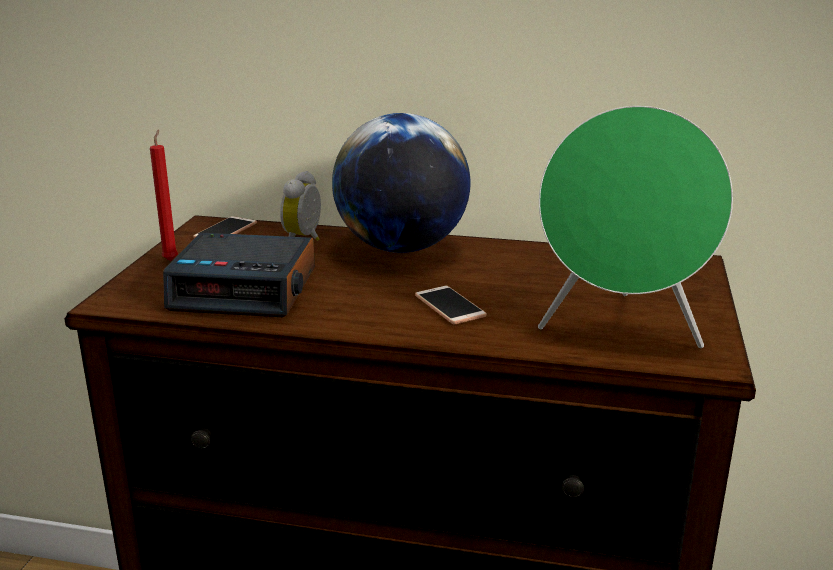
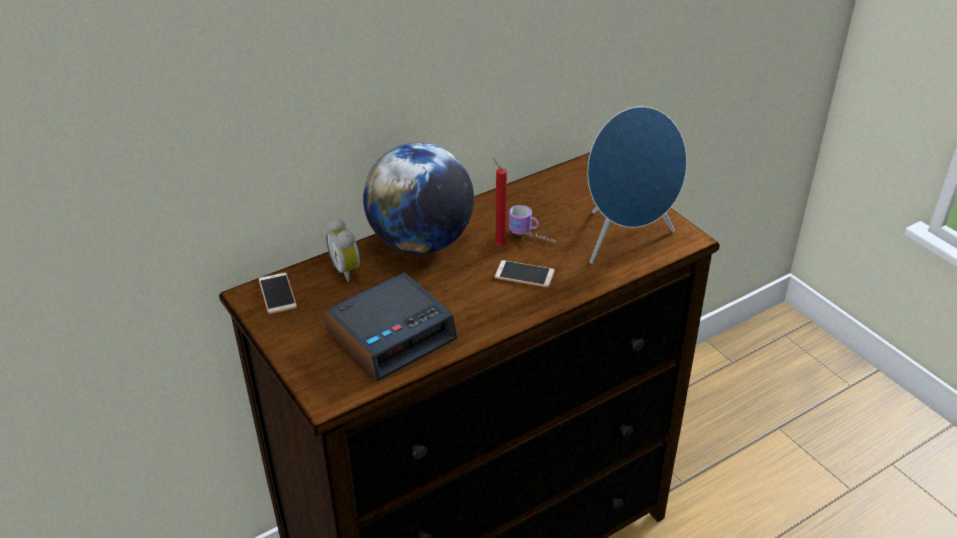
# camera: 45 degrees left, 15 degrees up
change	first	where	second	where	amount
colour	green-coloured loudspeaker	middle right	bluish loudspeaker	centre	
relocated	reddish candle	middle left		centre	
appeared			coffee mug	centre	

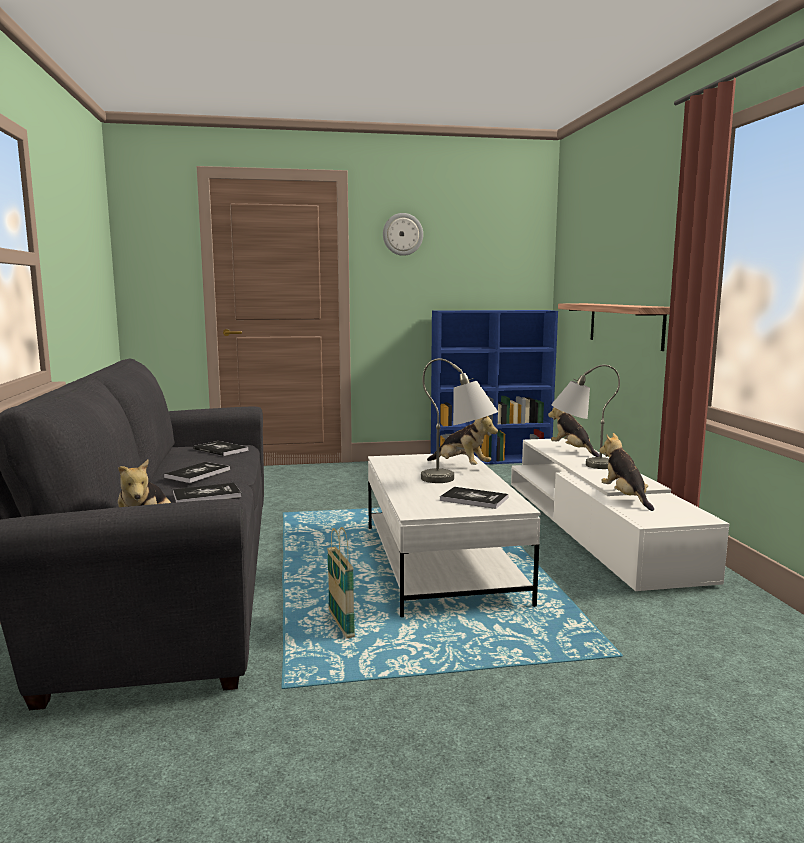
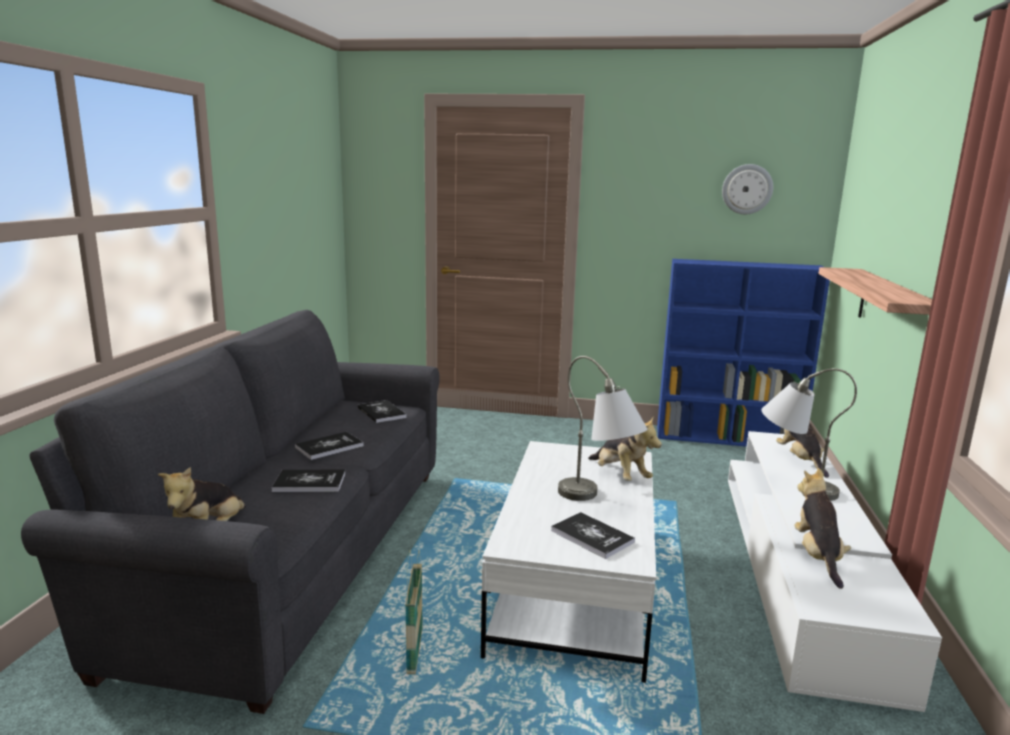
# camera: 20 degrees right, 5 degrees up
change	first	where	second	where	amount
relocated	hanging clock	top centre		top right	

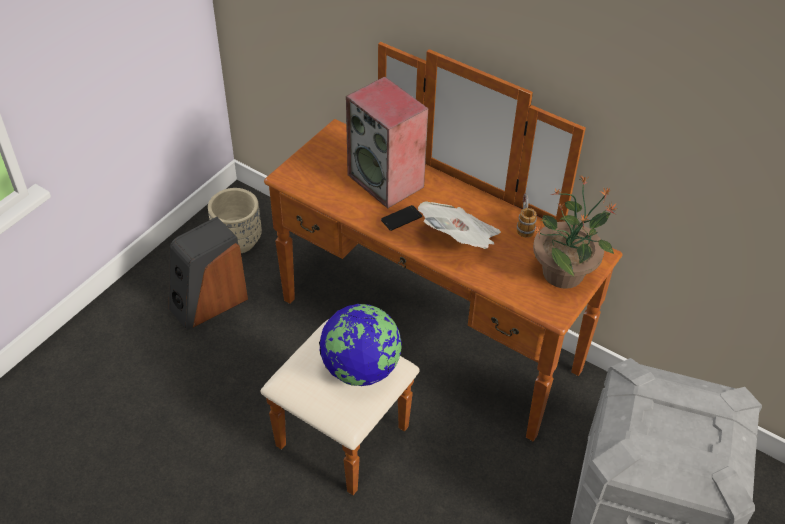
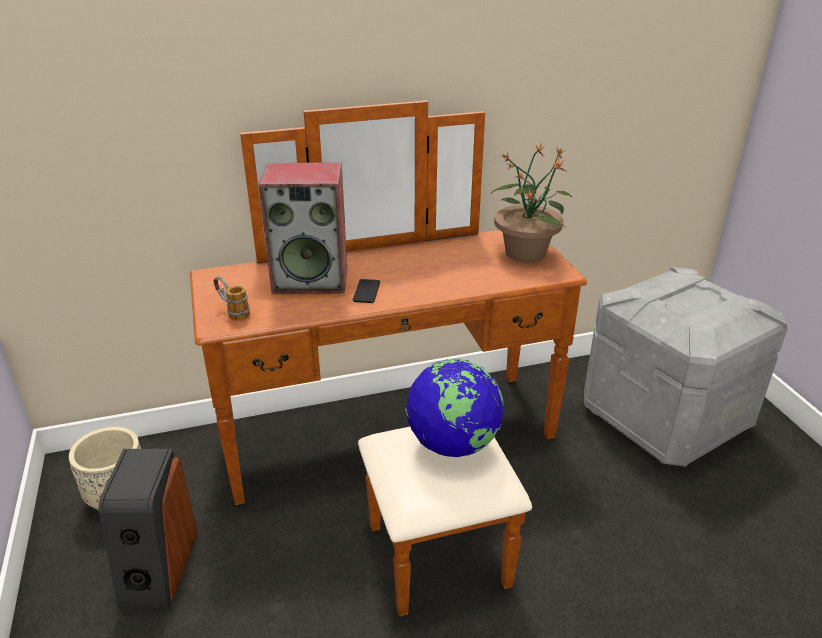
# camera: 50 degrees left, 15 degrees down
change	first	where	second	where	amount
relocated	coffee mug	middle right		middle left	
missing	daily paper	centre			

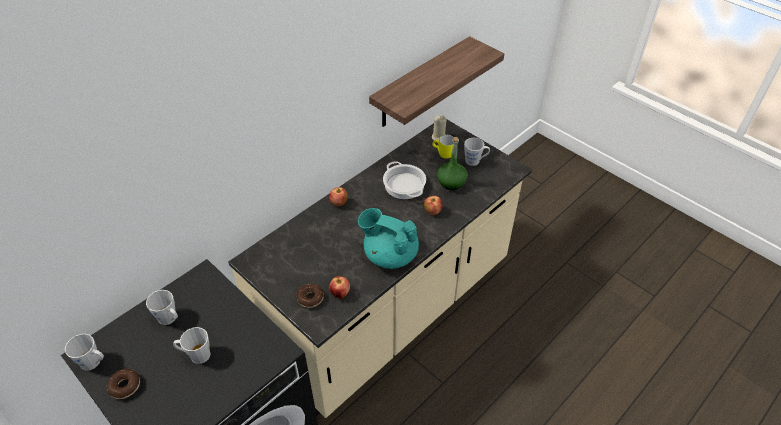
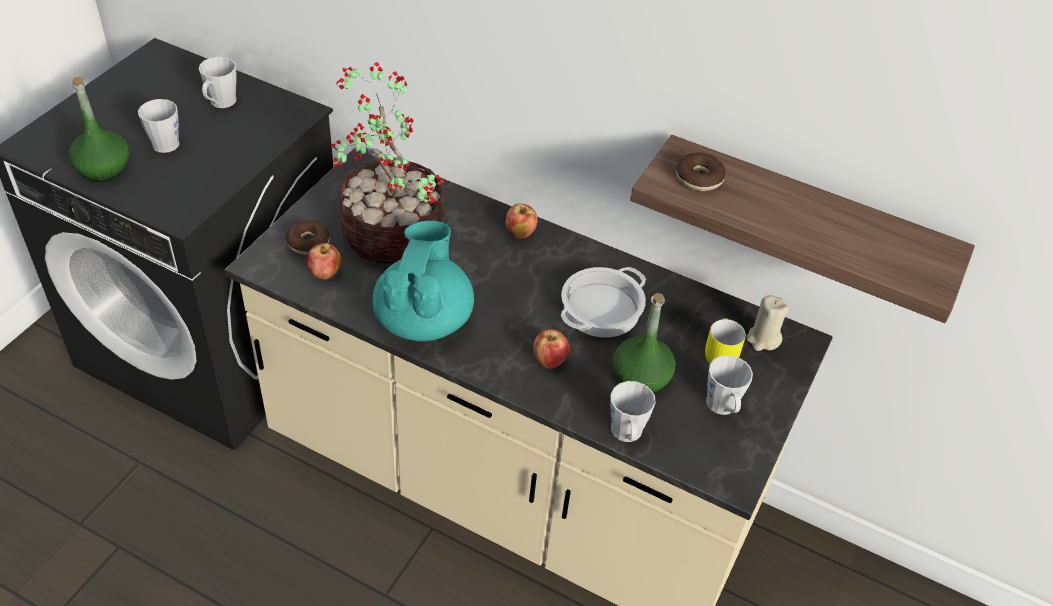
# camera: 70 degrees right, 0 degrees up
change	first	where	second	where	amount
relocated	gray coffee mug (no. 1 from left in the first image)	bottom left	gray coffee mug (no. 3 from left)	bottom centre	
relocated	donut (no. 1 from left in the first image)	bottom left	donut (no. 2 from left)	top centre	
appeared			houseplant	top centre	
appeared			green-coloured bottle (no. 1 from left)	top left	

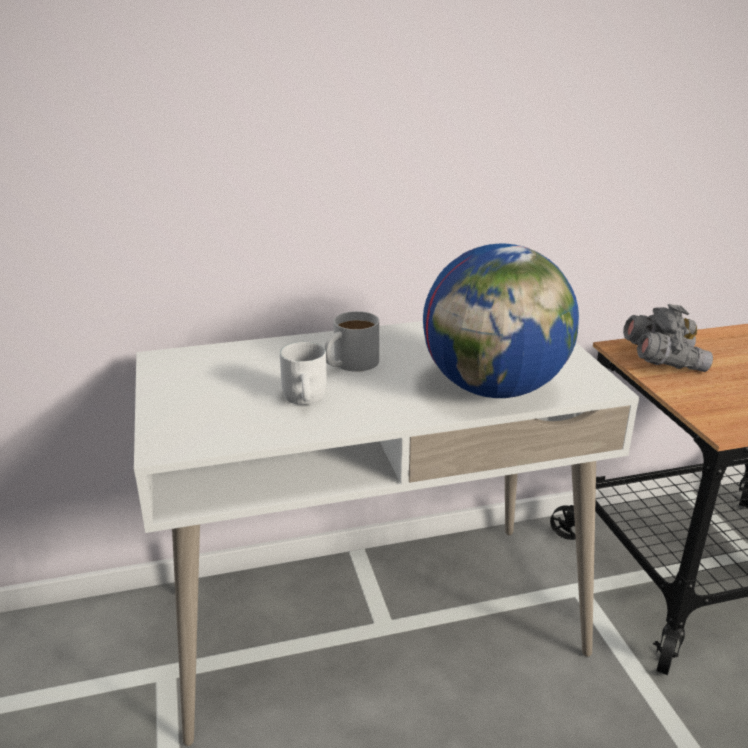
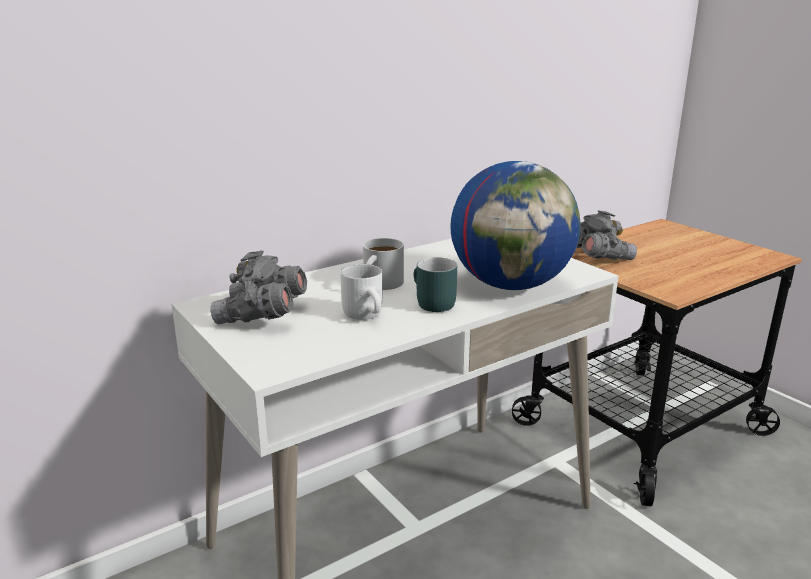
# camera: 20 degrees left, 5 degrees down
change	first	where	second	where	amount
appeared			gray field glasses (no. 1 from left)	middle left	
appeared			blue-green coffee mug	centre	

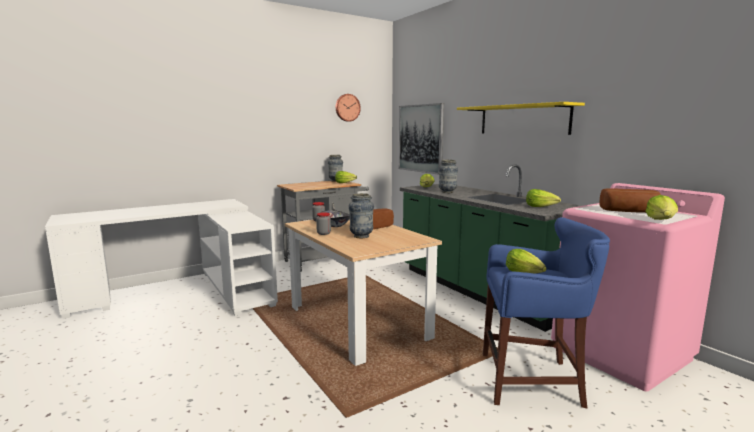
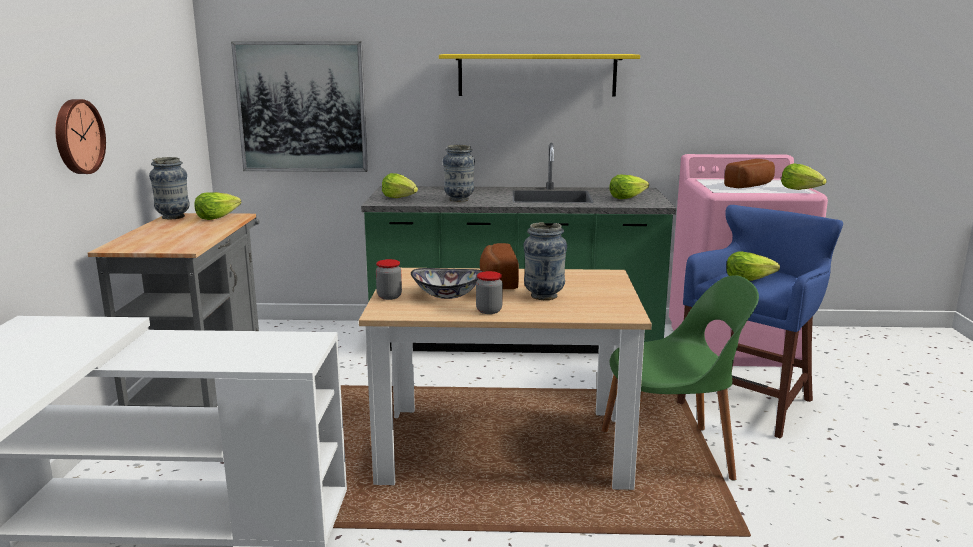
# camera: 55 degrees left, 5 degrees up
change	first	where	second	where	amount
relocated	hanging clock	top centre		top left	
appeared			green-coloured plain chair	bottom right	

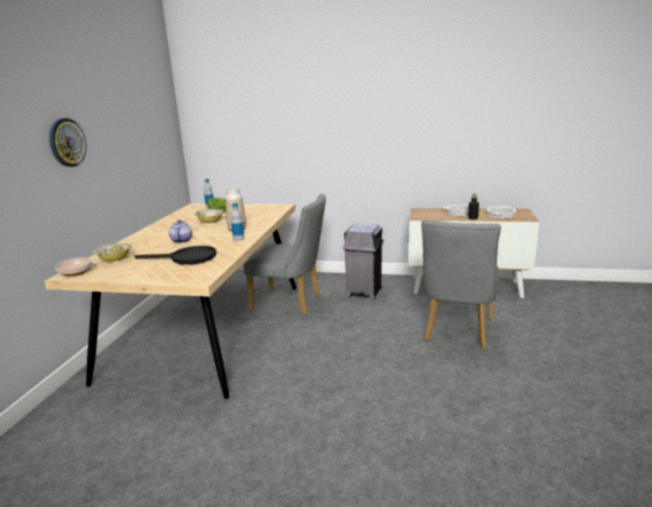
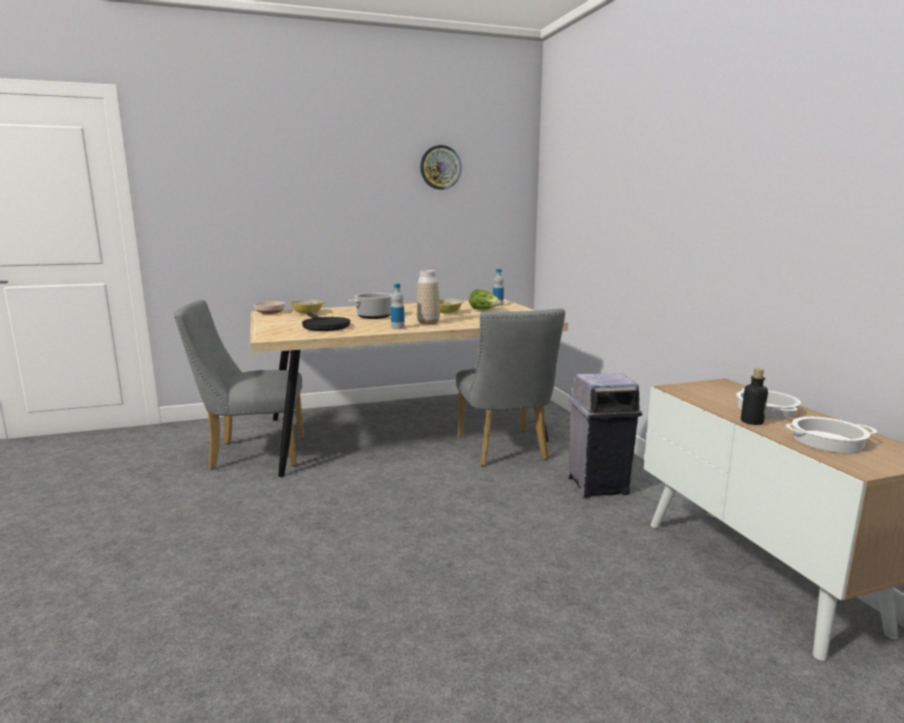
# camera: 60 degrees right, 5 degrees down
change	first	where	second	where	amount
relocated	hanging clock	top left		top centre	
exchanged	teapot	middle left	stockpot (no. 1 from left)	centre	
relocated	gray plain chair (no. 2 from left in the first image)	middle right	gray plain chair (no. 1 from left)	middle left	

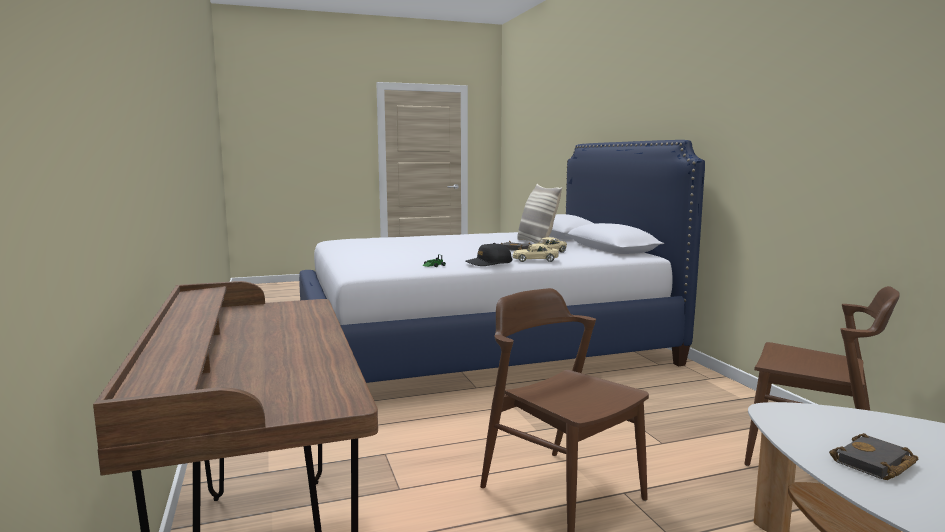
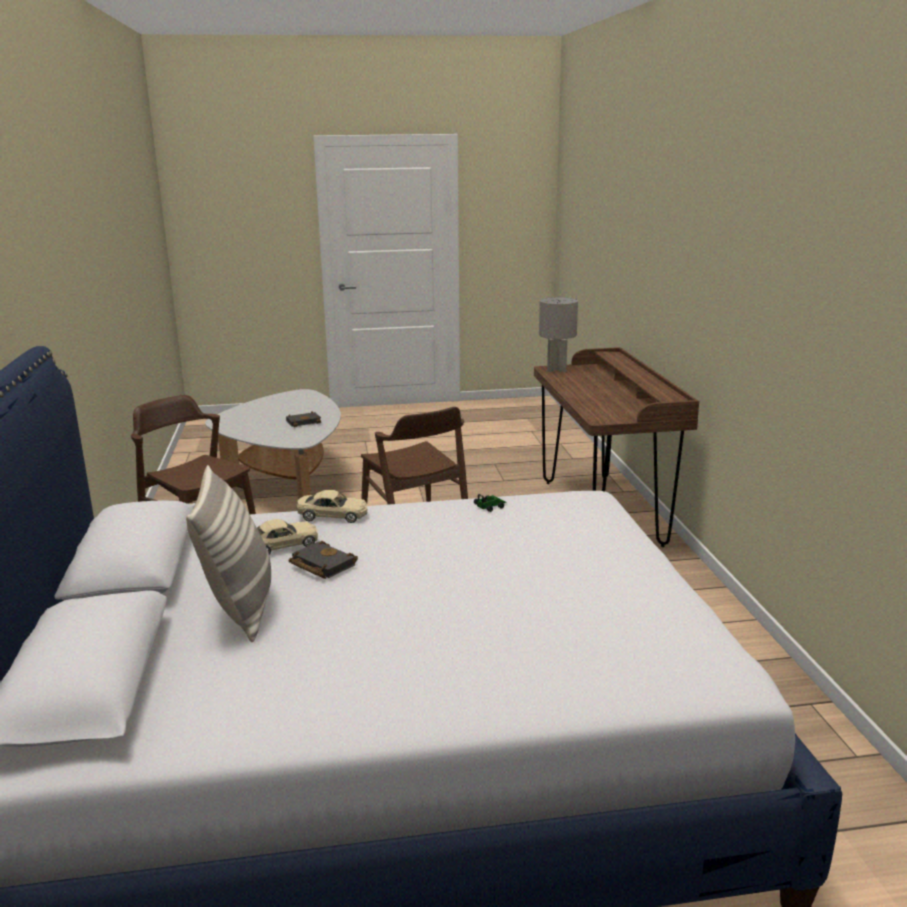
# camera: 170 degrees left, 10 degrees up
change	first	where	second	where	amount
missing	blackish cap	centre			
appeared			gray lamp for a table	centre	

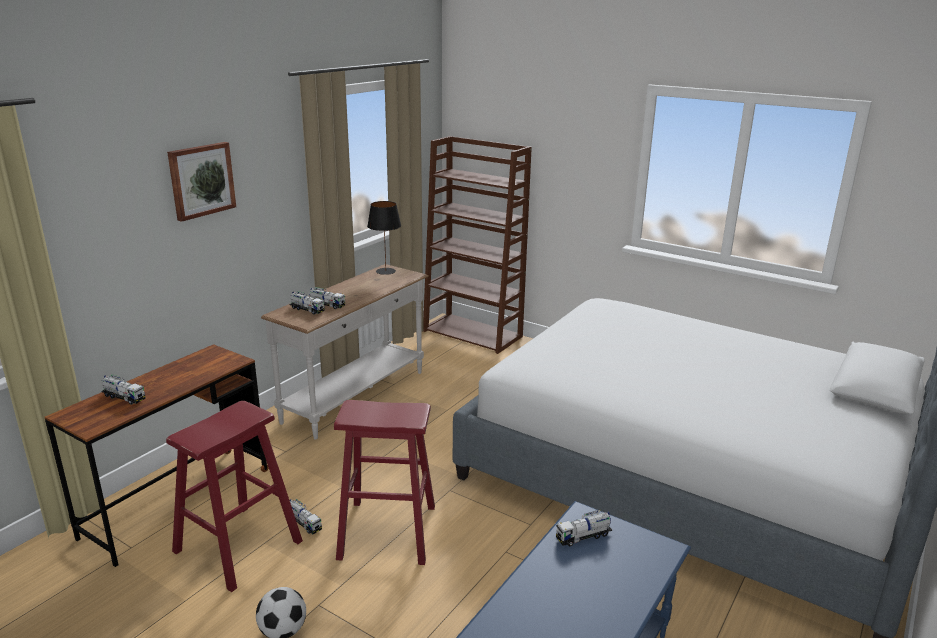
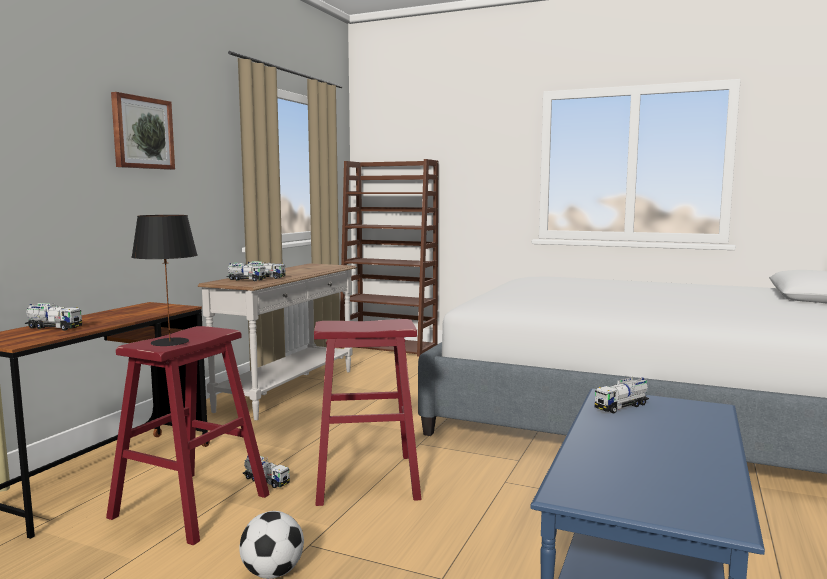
# camera: 10 degrees left, 15 degrees down
change	first	where	second	where	amount
relocated	blackish lamp for a table	centre		middle left	

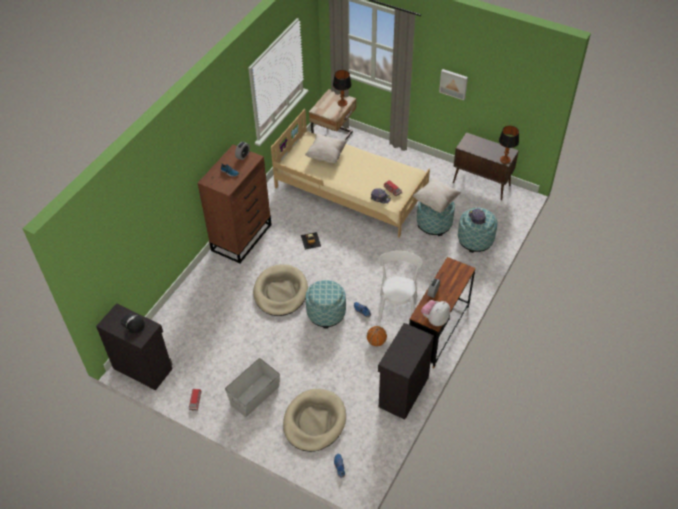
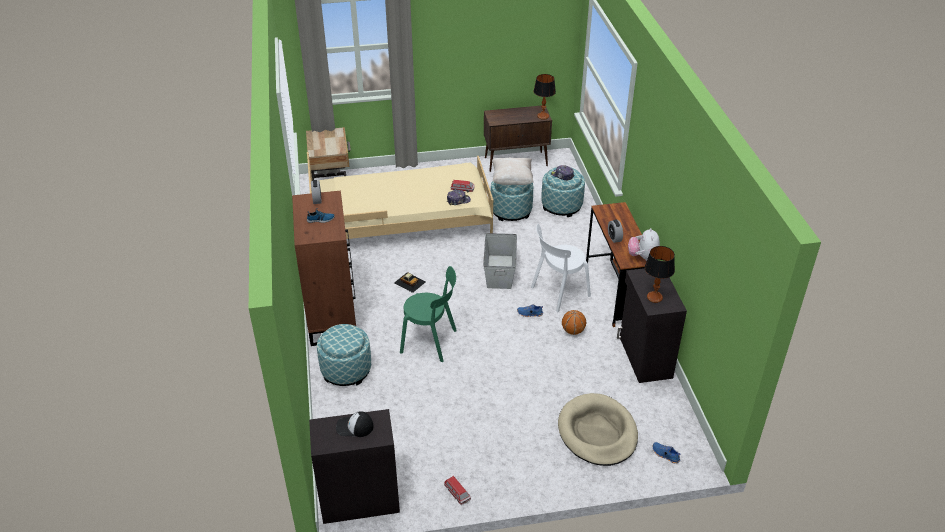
# camera: 40 degrees left, 10 degrees down
change	first	where	second	where	amount
missing	wall art	top right			
relocated	lamp for a table (no. 1 from left in the first image)	top centre	lamp for a table (no. 2 from left)	middle right	
missing	sand-coloured throw pillow (no. 1 from left)	top centre			
spun	white-coloured plain chair	centre		centre	90 degrees counterclockwise
exchanged	sand-coloured pet bed (no. 1 from left)	centre	green-coloured plain chair	centre	
relocated	footrest (no. 1 from left)	centre		bottom centre	
relocated	gray storage container	bottom centre		centre	

